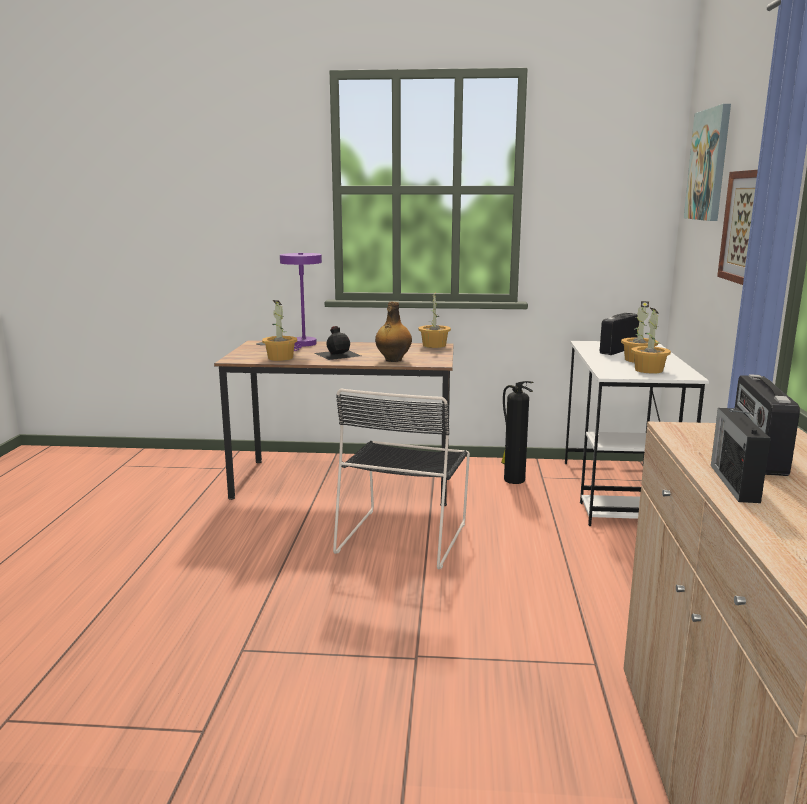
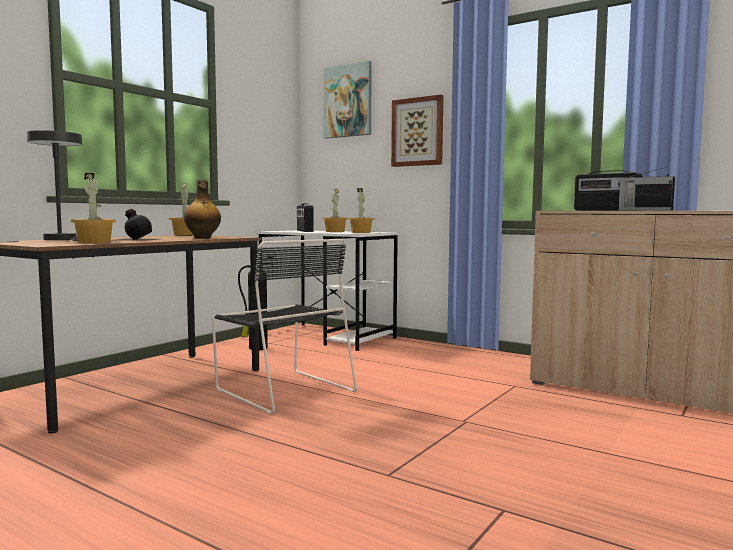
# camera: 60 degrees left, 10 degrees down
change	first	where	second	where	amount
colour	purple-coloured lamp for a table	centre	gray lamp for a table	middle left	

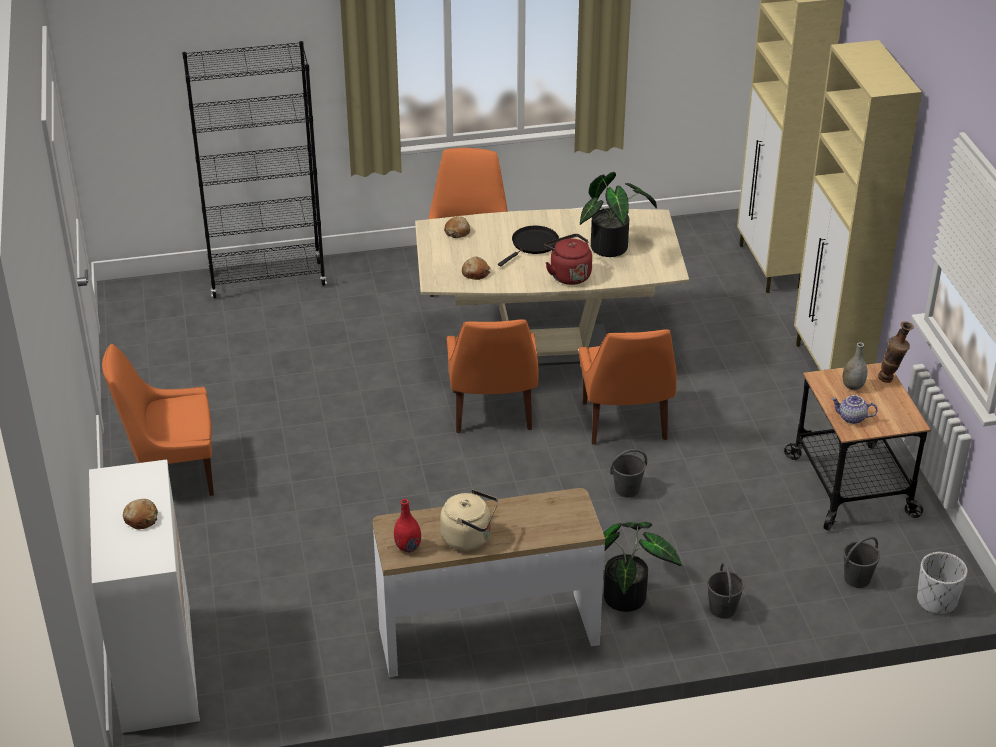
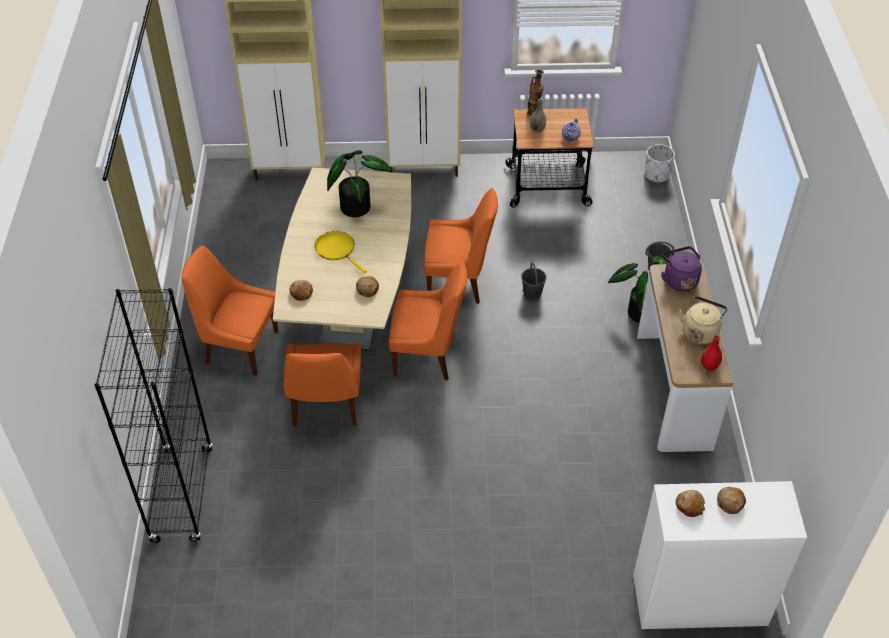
# camera: 80 degrees left, 10 degrees up
change	first	where	second	where	amount
colour	blackish skillet	top centre	yellow skillet	centre	
missing	reddish tea kettle	centre			
relocated	orange-coloured plain chair (no. 1 from left in the first image)	middle left	orange-coloured plain chair (no. 2 from left)	centre	
missing	gray water bucket (no. 3 from left)	bottom right			
appeared			purple-coloured tea kettle	middle right	
appeared			baked bread (no. 3 from left)	bottom right	

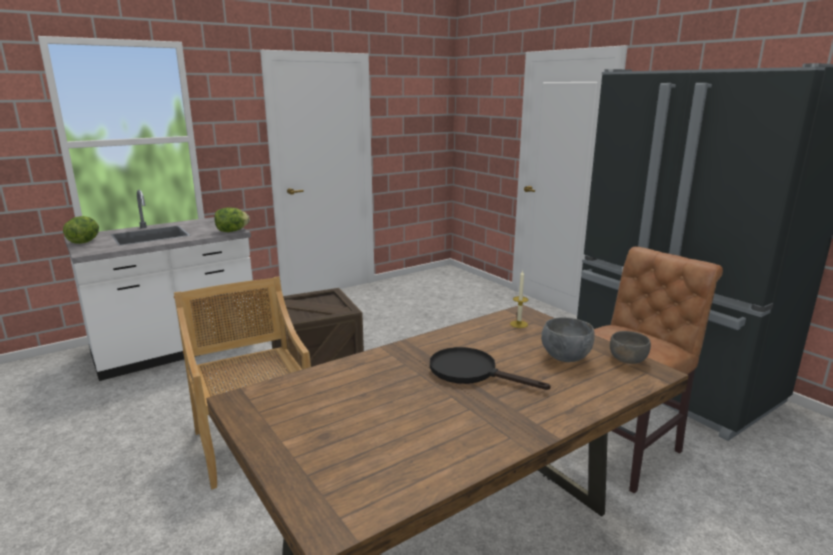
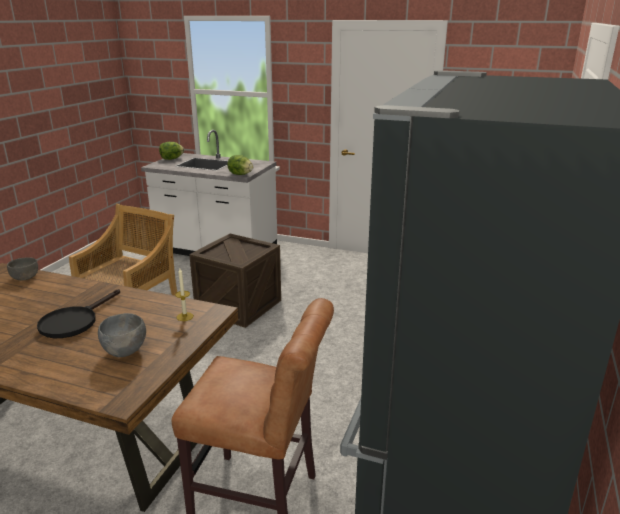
# camera: 55 degrees right, 5 degrees up
change	first	where	second	where	amount
relocated	gray bowl (no. 2 from left in the first image)	middle right	gray bowl (no. 1 from left)	middle left	
spun	blackish skillet	centre		middle left	150 degrees counterclockwise

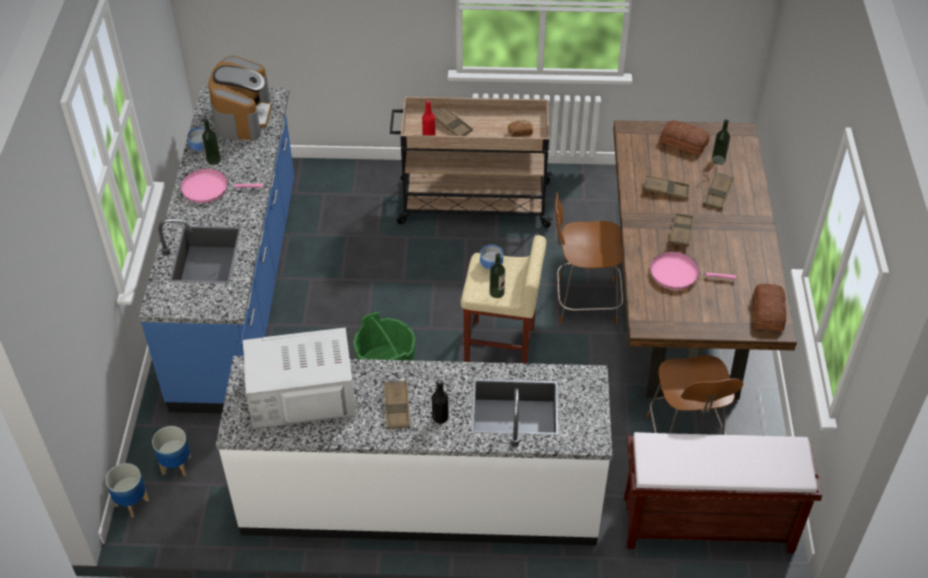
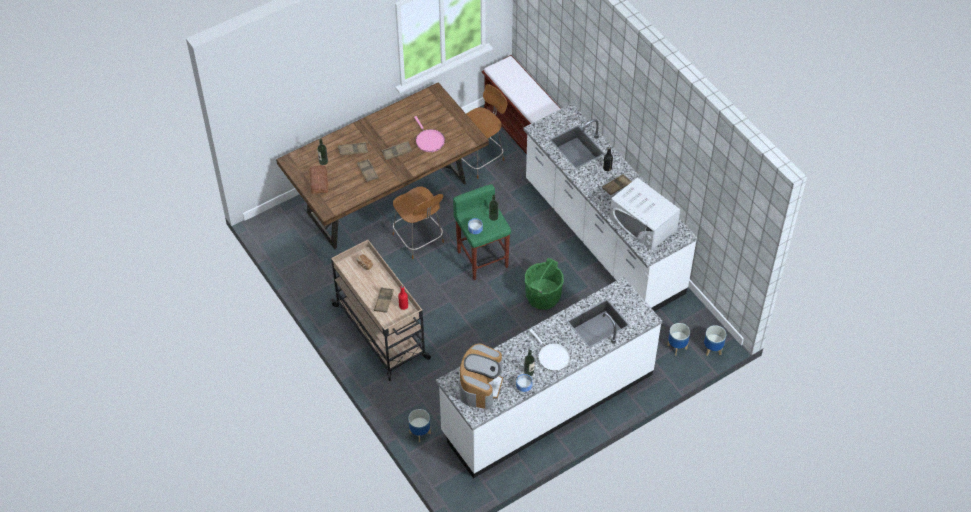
# camera: 125 degrees left, 5 degrees up
change	first	where	second	where	amount
spun	coffee machine	top left		bottom centre	135 degrees clockwise
colour	bluish kitchen counter	middle left	white-coloured kitchen counter (no. 1 from left)	bottom centre	
colour	pink-coloured skillet (no. 1 from left)	top left	white-coloured skillet	bottom centre	
colour	sand-coloured sitting stool	centre	green-coloured sitting stool	centre	
missing	baked bread (no. 3 from left)	middle right			
appeared			planter (no. 1 from left)	bottom centre	

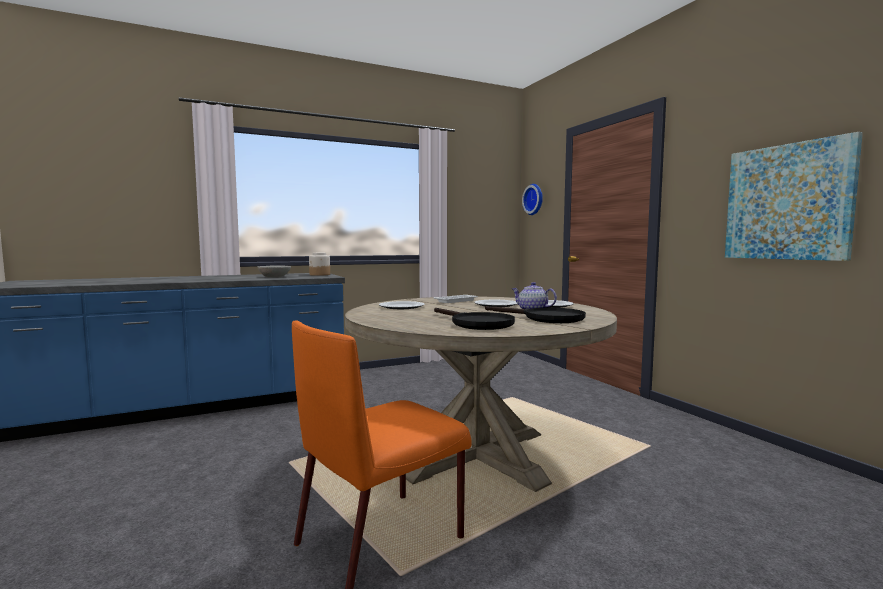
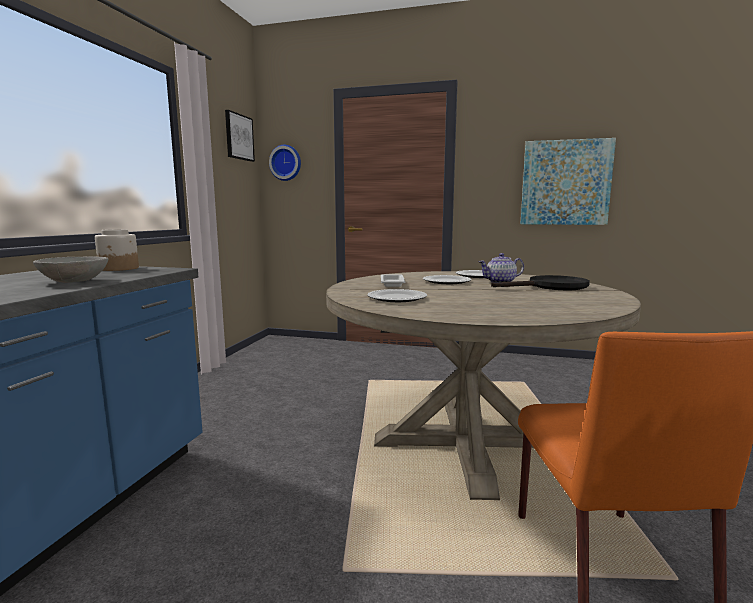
# camera: 50 degrees left, 5 degrees up
change	first	where	second	where	amount
missing	blackish skillet (no. 1 from left)	centre			
appeared			wall art (no. 1 from left)	top left	

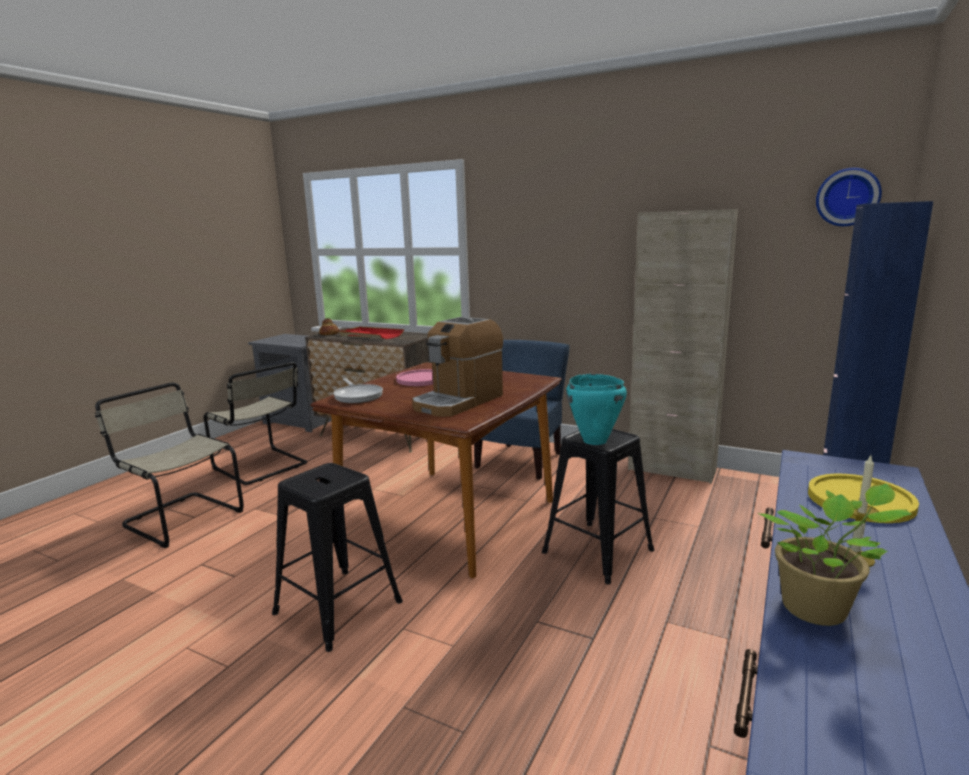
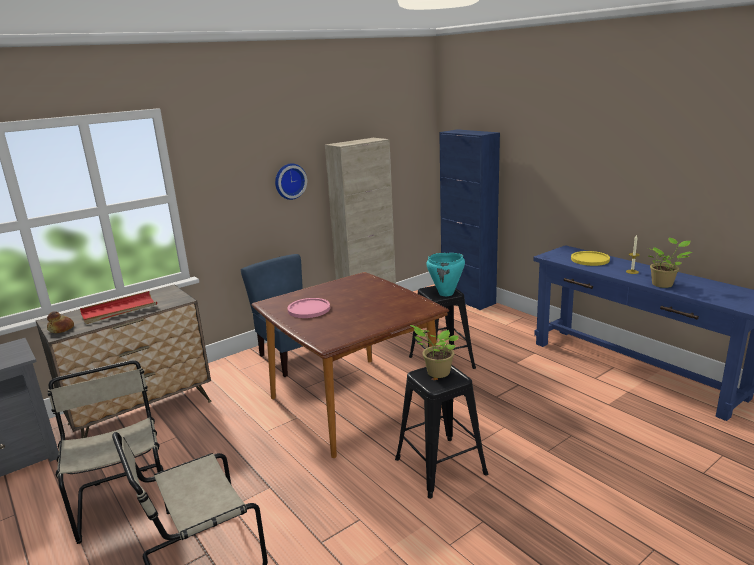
# camera: 65 degrees left, 5 degrees up
change	first	where	second	where	amount
relocated	hanging clock	top right		top centre	
missing	coffee machine	centre			
spun	sand-coloured plain chair (no. 2 from left in the first image)	middle left	sand-coloured plain chair (no. 1 from left)	bottom left	90 degrees counterclockwise
missing	skillet	centre			
appeared			houseplant (no. 1 from left)	centre	

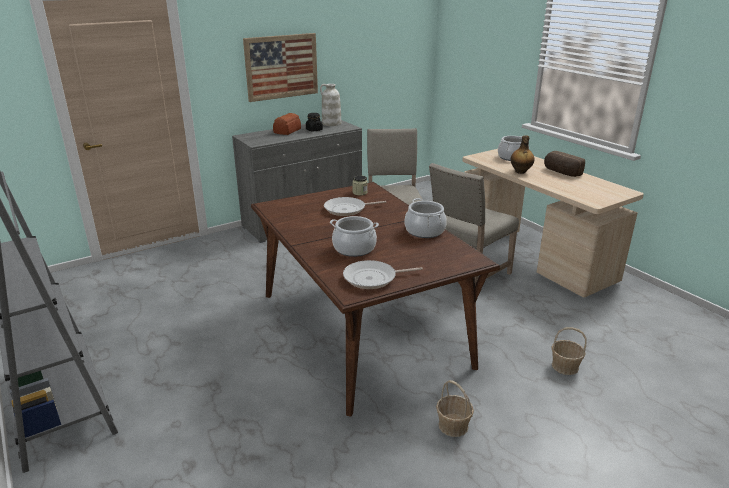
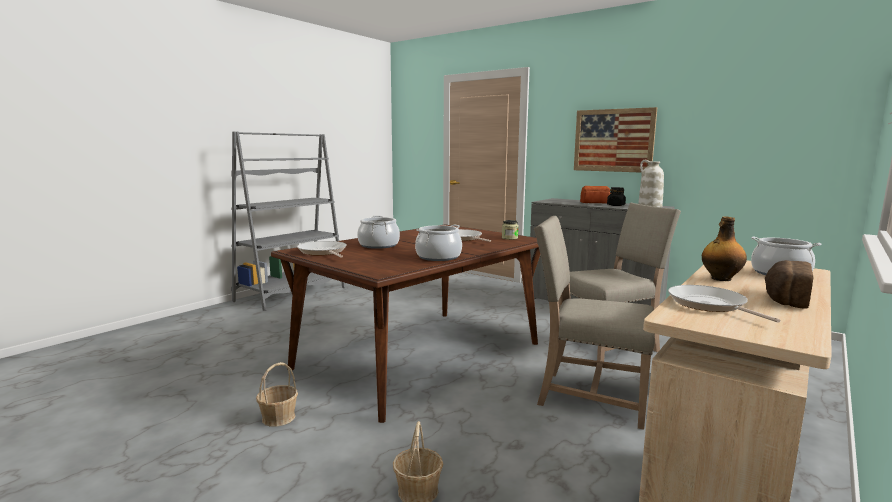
# camera: 70 degrees right, 15 degrees down
change	first	where	second	where	amount
appeared			skillet (no. 3 from left)	middle right	

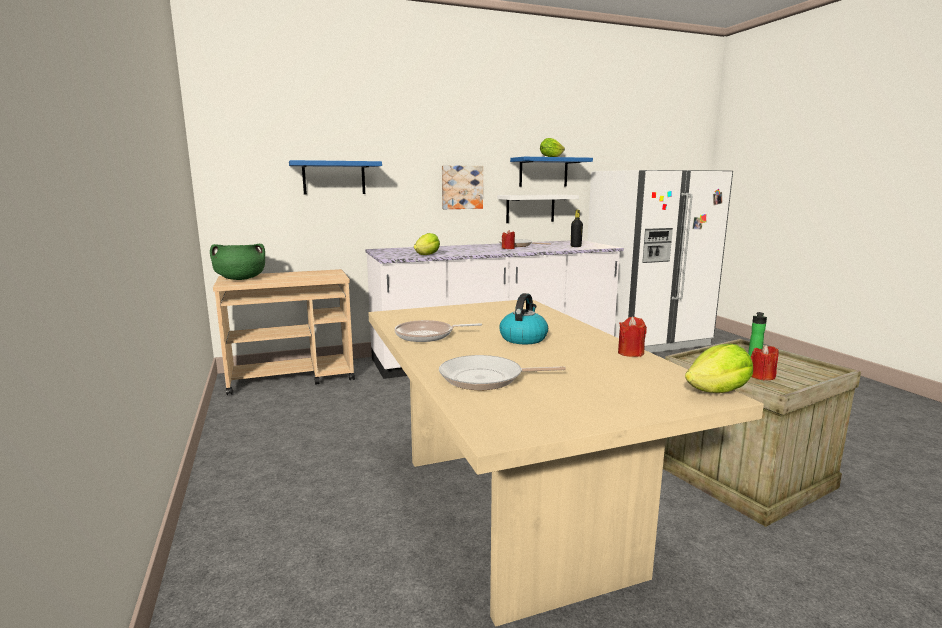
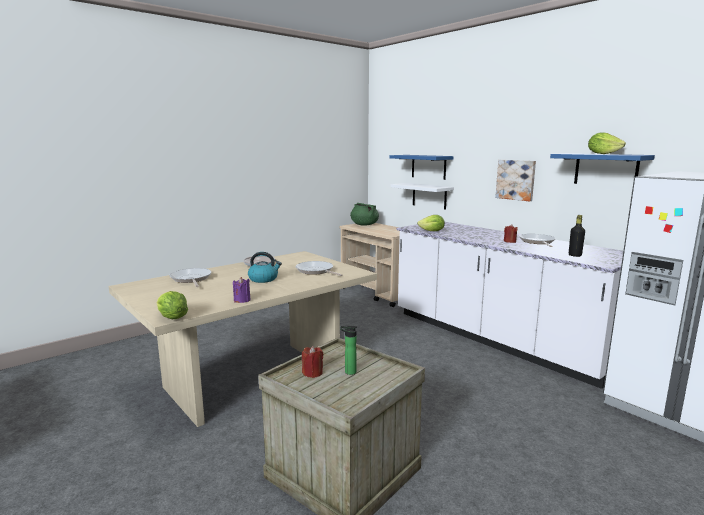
# camera: 70 degrees right, 0 degrees up
change	first	where	second	where	amount
relocated	white-coloured wall shelf	top centre		centre	
colour	reddish candle (no. 2 from left)	middle right	purple-coloured candle	centre	
appeared			skillet (no. 3 from left)	centre	

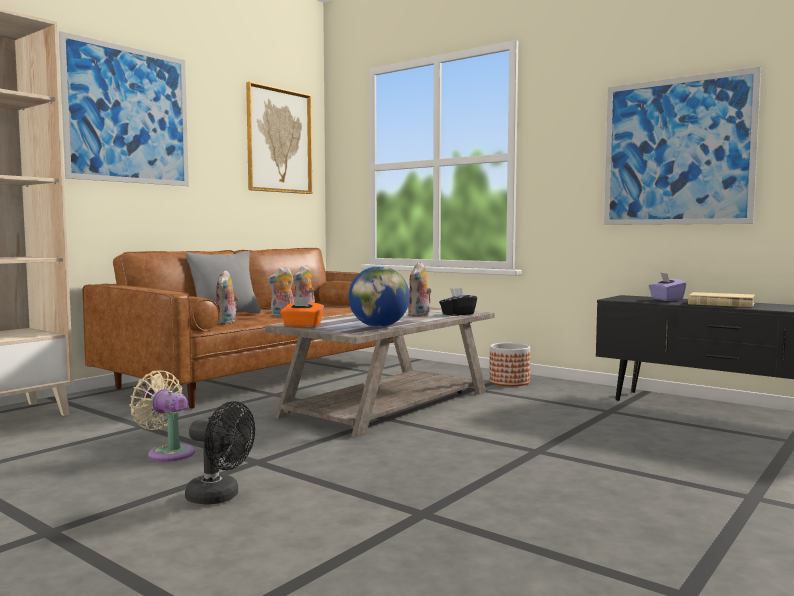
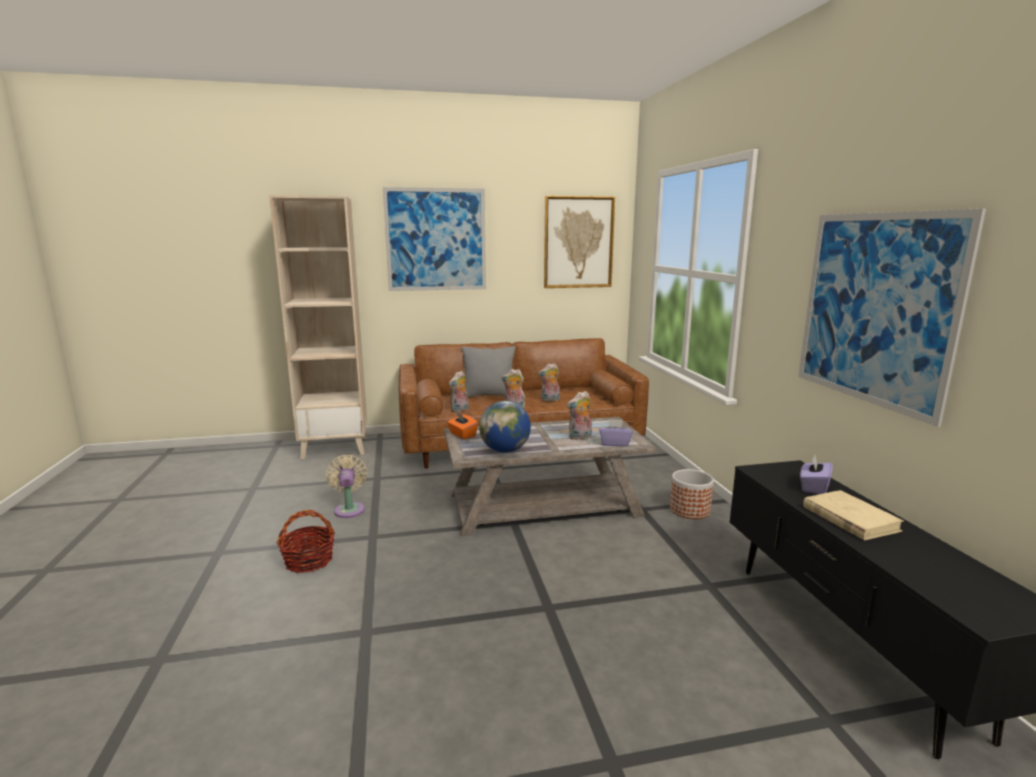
# camera: 40 degrees right, 10 degrees up
change	first	where	second	where	amount
colour	blackish tissue box	centre	purple-coloured tissue box (no. 1 from left)	centre	
exchanged	blackish electric fan	bottom left	household basket	bottom left	

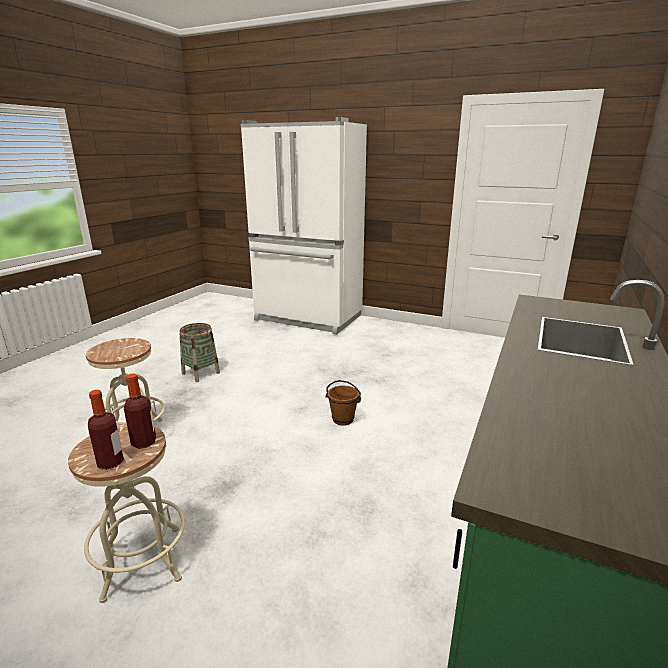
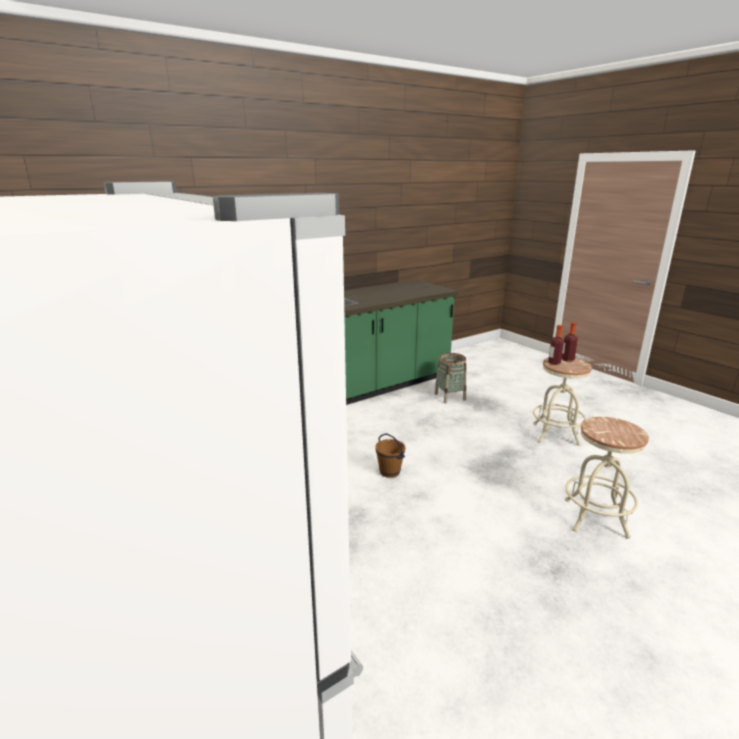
# camera: 150 degrees left, 0 degrees up
change	first	where	second	where	amount
relocated	household basket	middle left		centre	

